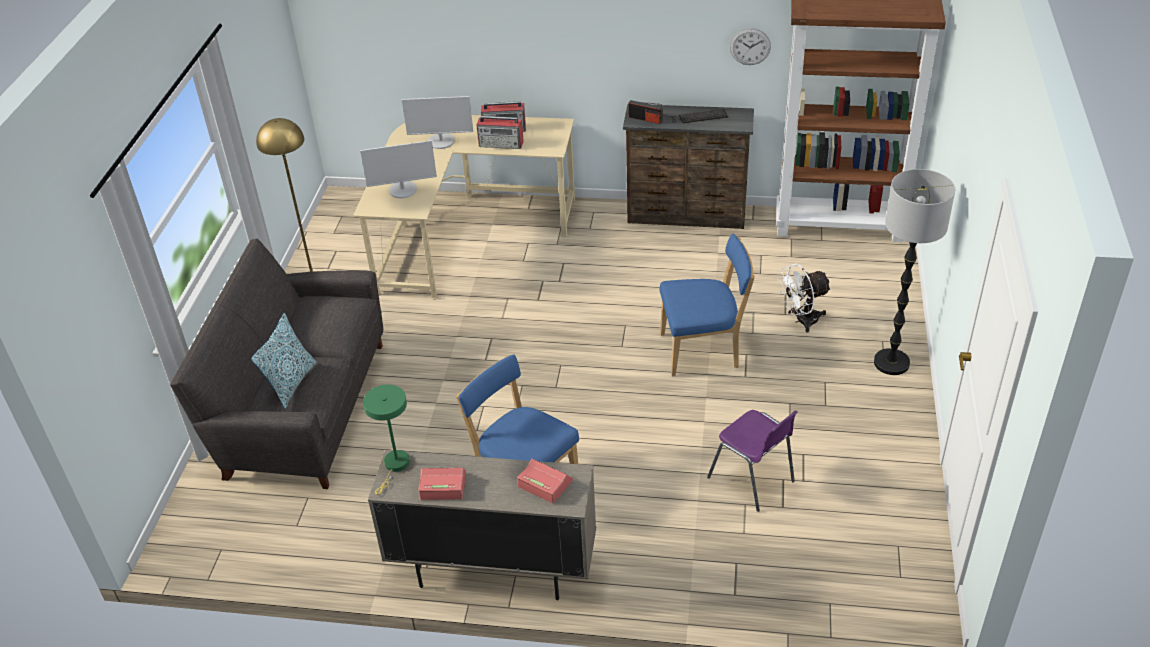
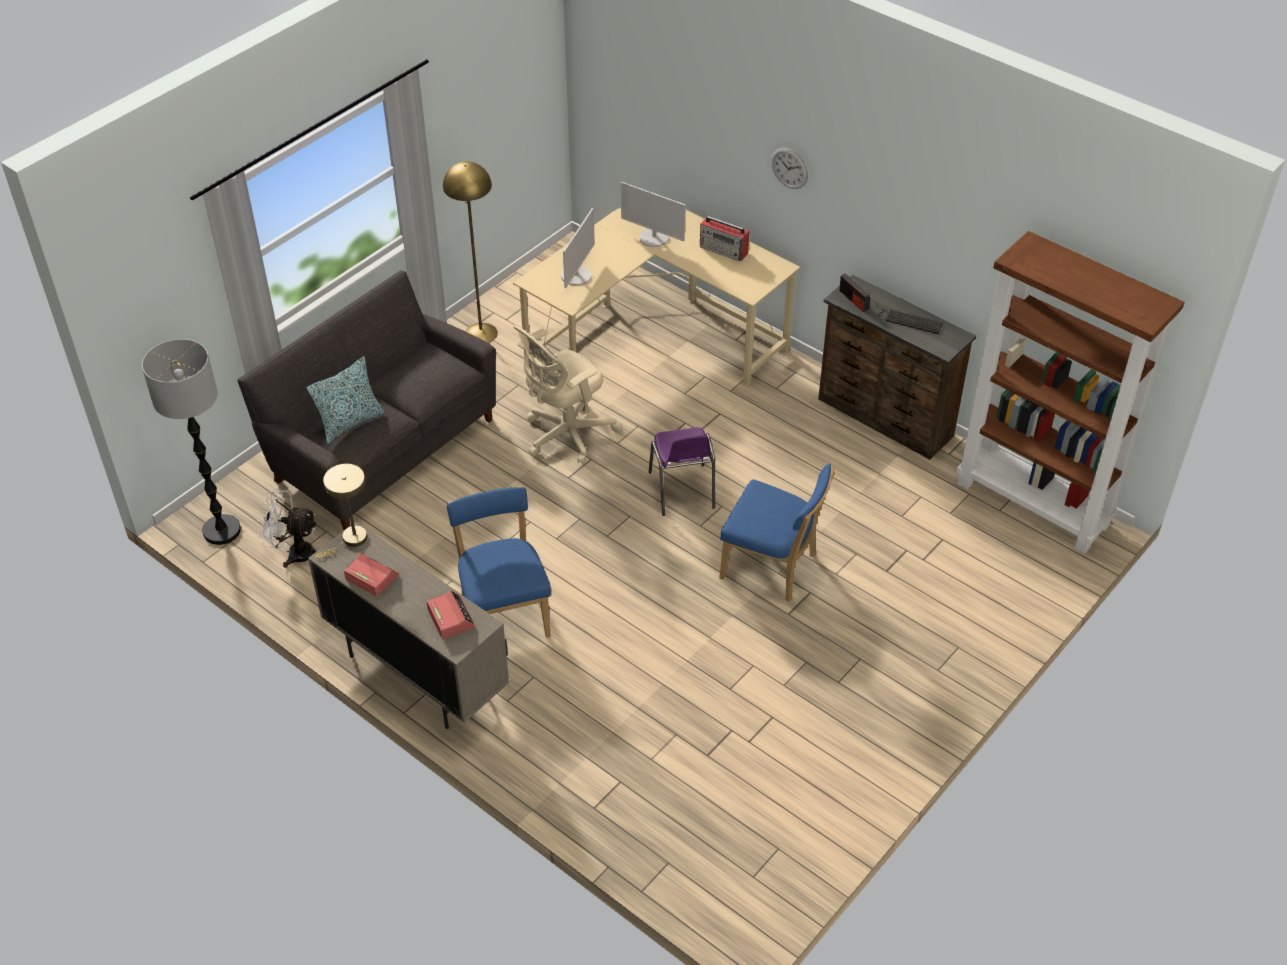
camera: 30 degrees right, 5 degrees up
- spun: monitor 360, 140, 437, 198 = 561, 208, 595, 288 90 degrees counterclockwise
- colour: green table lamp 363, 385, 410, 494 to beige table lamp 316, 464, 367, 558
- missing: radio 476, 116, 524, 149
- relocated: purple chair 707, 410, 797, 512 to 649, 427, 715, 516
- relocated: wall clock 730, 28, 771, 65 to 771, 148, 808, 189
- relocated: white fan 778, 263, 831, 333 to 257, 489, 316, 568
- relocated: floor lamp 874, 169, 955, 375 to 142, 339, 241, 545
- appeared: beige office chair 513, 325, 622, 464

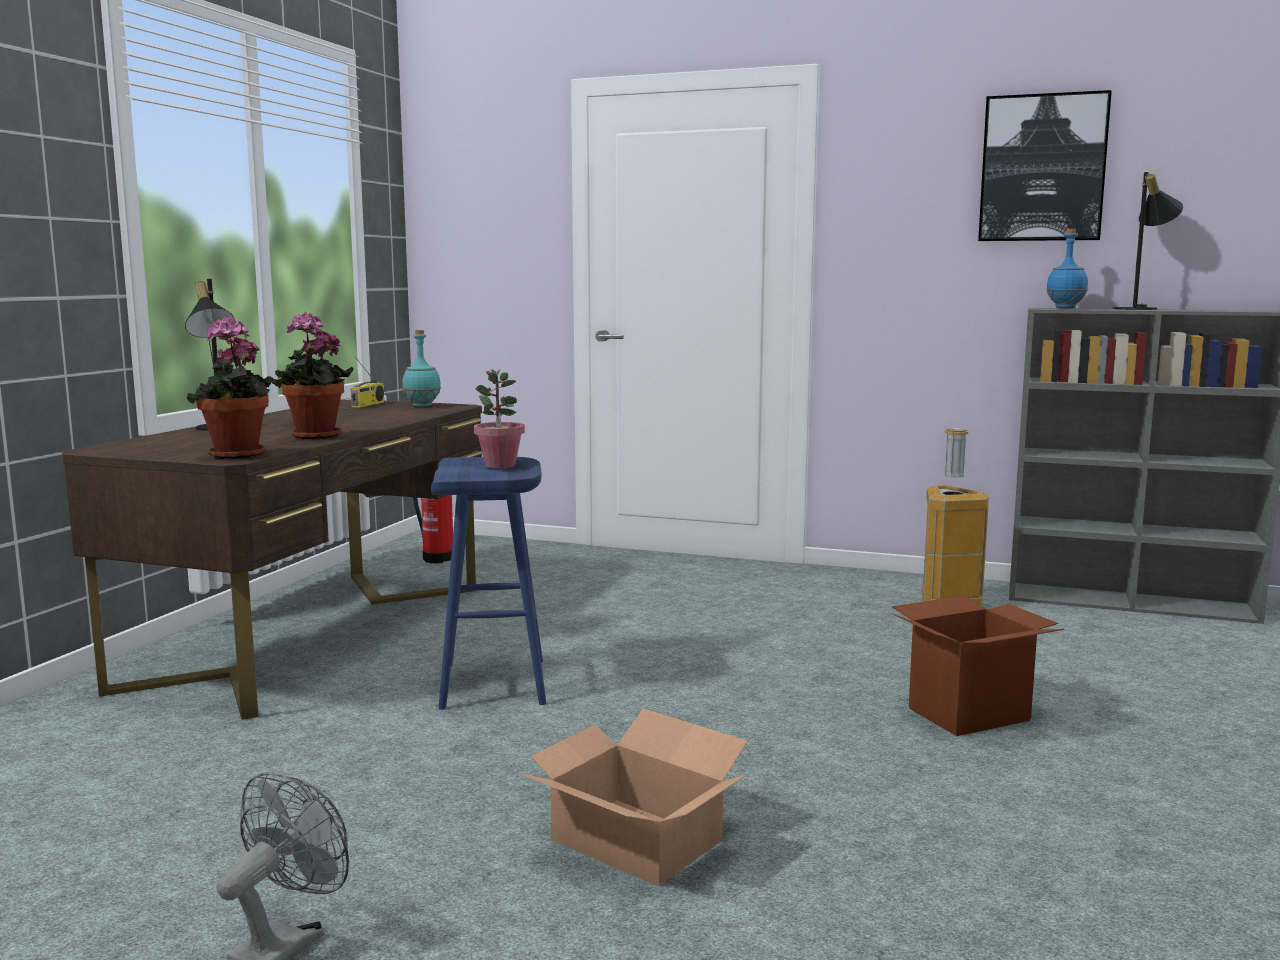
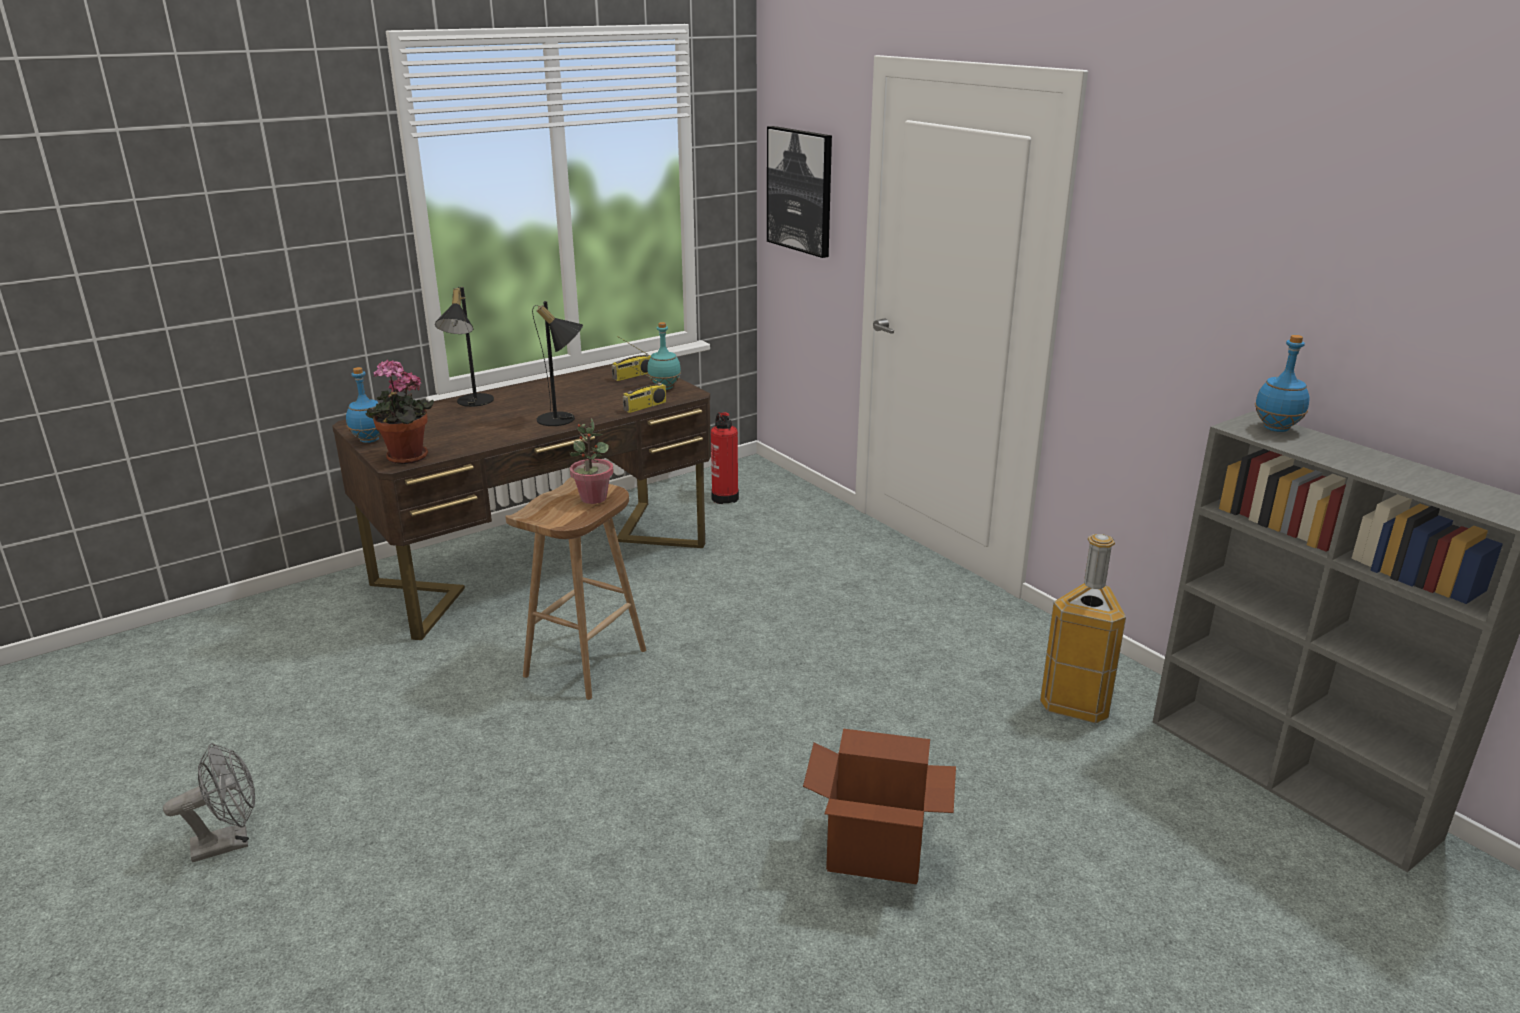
camera: 35 degrees right, 15 degrees up
- missing: potted plant 272, 312, 353, 439
- colour: blue stool 431, 457, 546, 710 to brown stool 505, 477, 646, 700
- missing: cardboard box 518, 708, 747, 886
- relocated: picture 978, 90, 1112, 241 to 767, 126, 832, 258
- relocated: black table lamp 1112, 172, 1183, 310 to 532, 301, 583, 426
- appeared: blue bottle 346, 367, 381, 443
- appeared: radio 623, 365, 666, 413

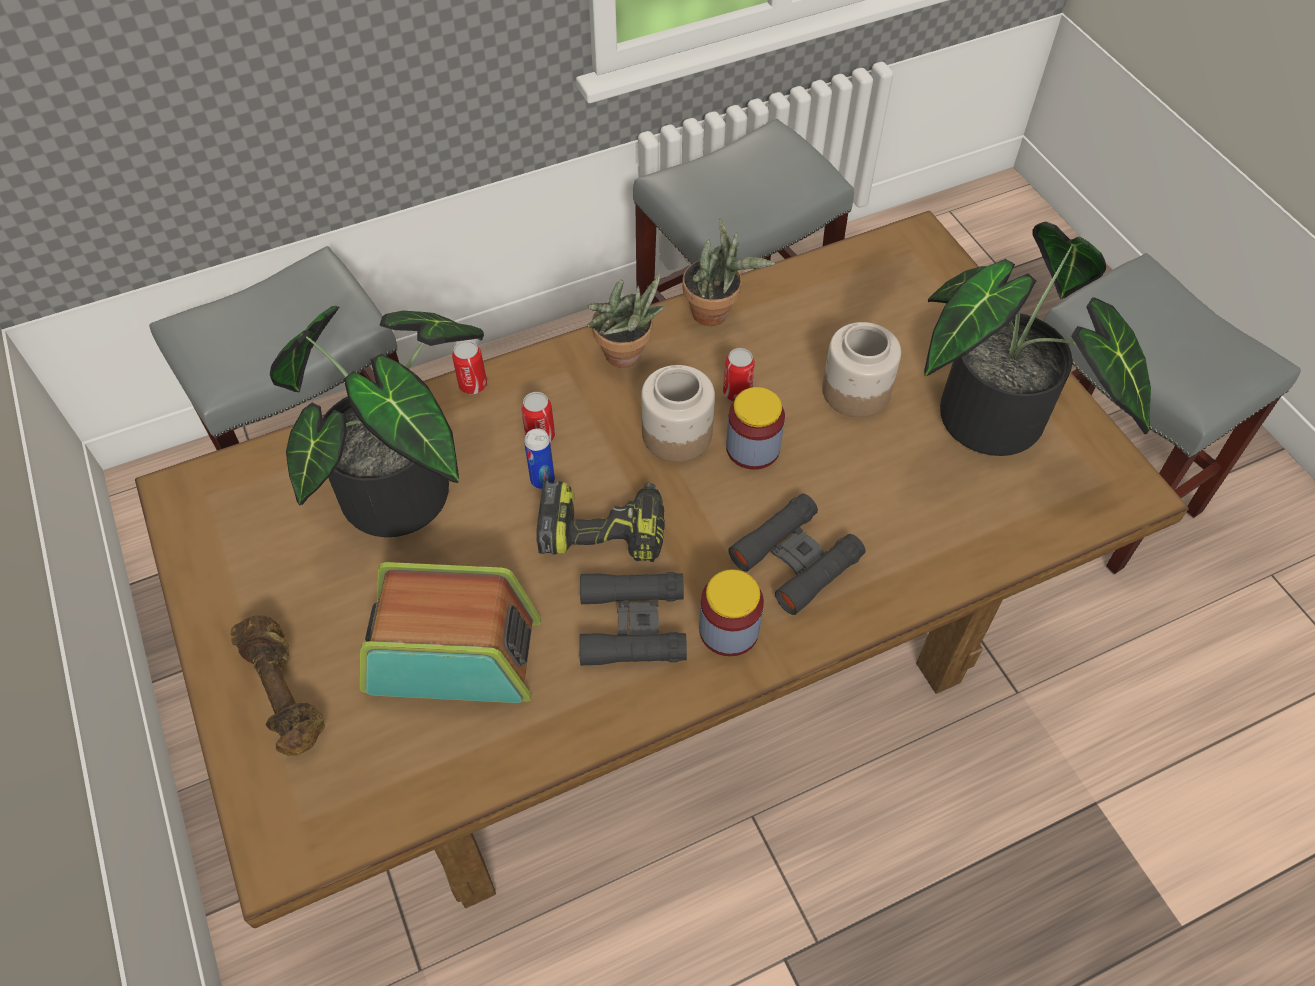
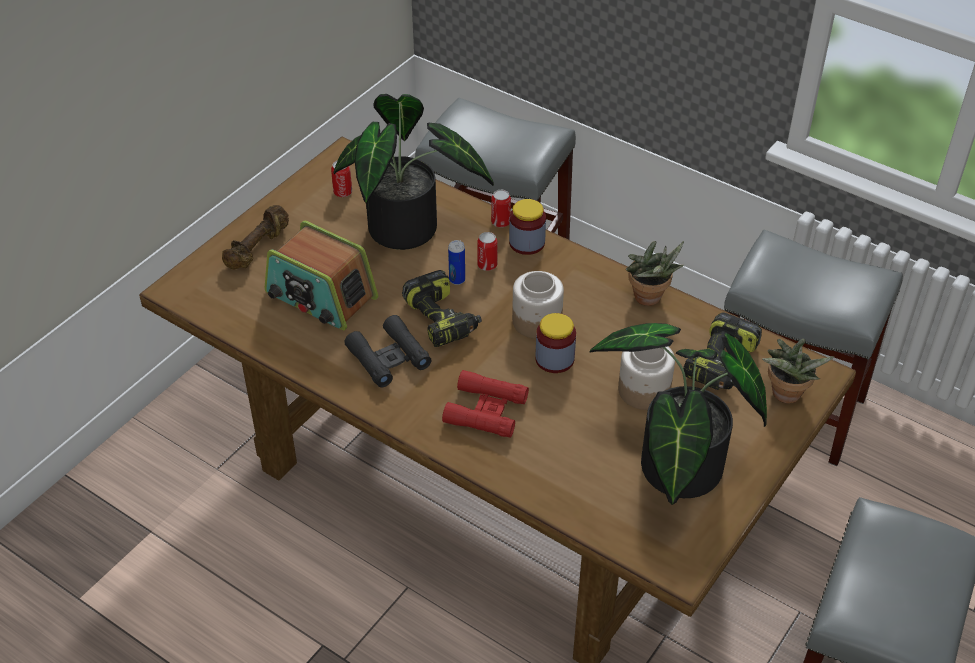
camera: 60 degrees right, 10 degrees down
- spun: radio 360, 562, 541, 703 = 264, 221, 378, 330 150 degrees clockwise
- relocated: potted plant 588, 272, 666, 368 to 762, 339, 834, 403
- relocated: jar 699, 569, 764, 656 to 509, 199, 546, 255
- relocated: can 723, 348, 755, 402 to 331, 160, 352, 197
- colour: black binoculars 728, 494, 865, 615 to red binoculars 442, 370, 529, 438
- appeared: power drill 683, 313, 762, 390

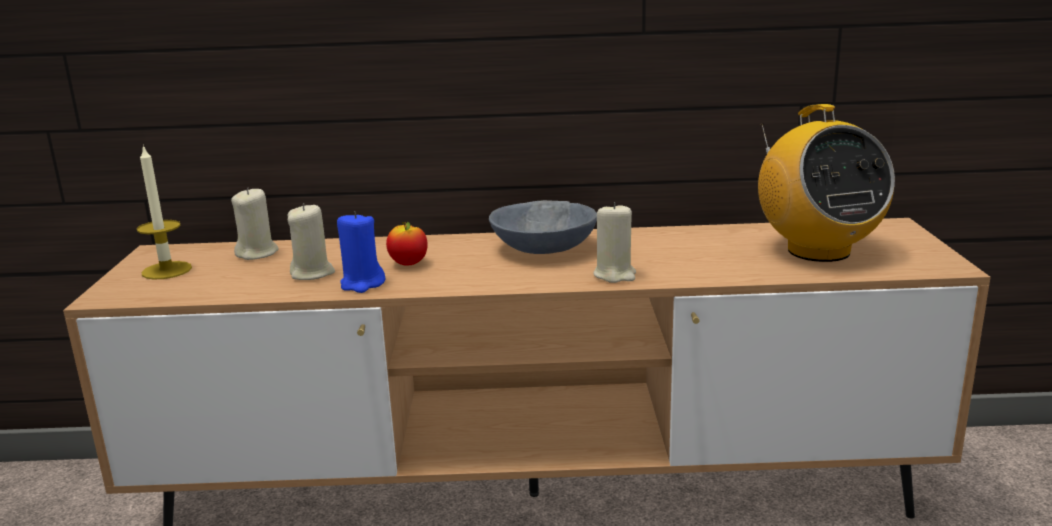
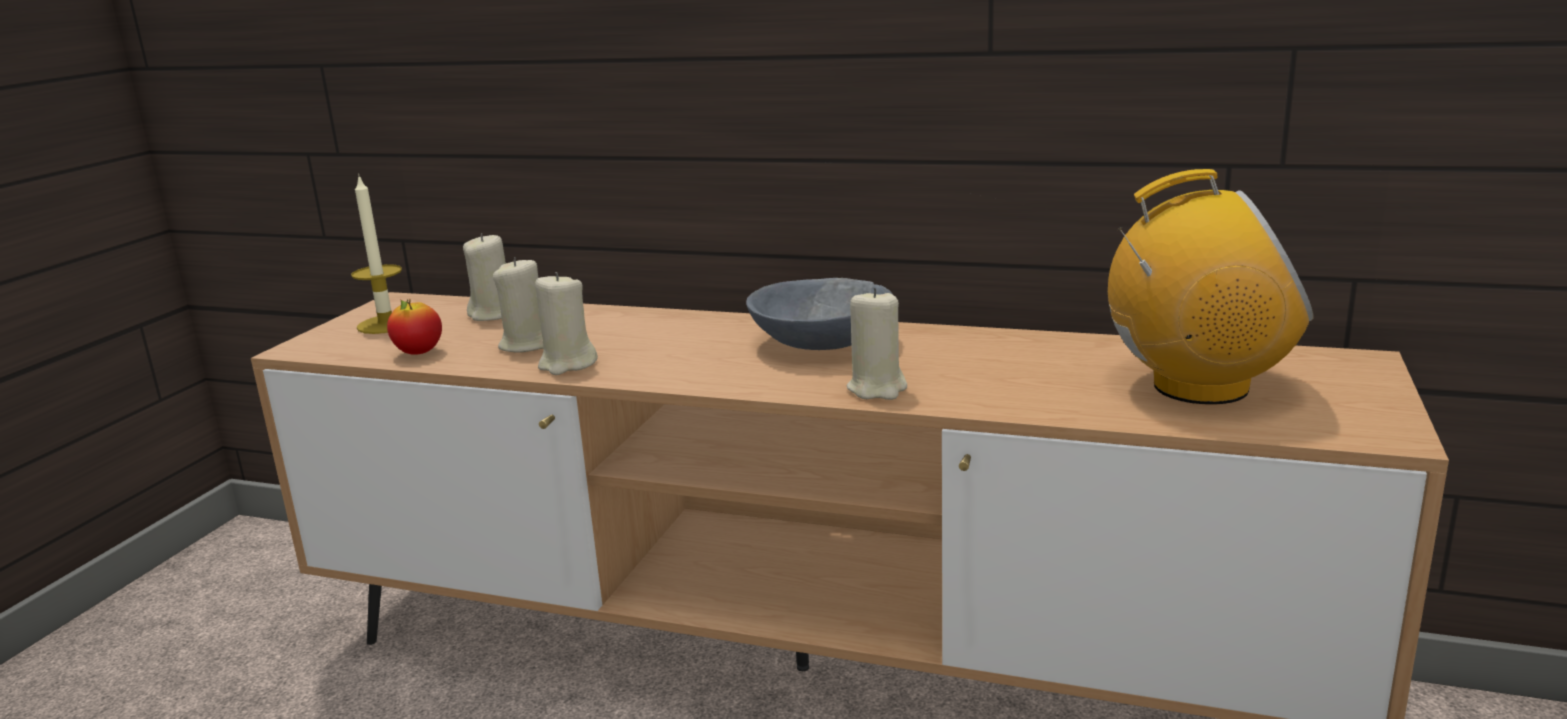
camera: 20 degrees right, 0 degrees up
- colour: blue candle 337, 211, 385, 293 to beige candle 535, 272, 598, 375
- relocated: apple 386, 222, 428, 266 to 387, 299, 442, 355
- spun: radio 758, 104, 895, 262 = 1108, 169, 1313, 404 90 degrees counterclockwise

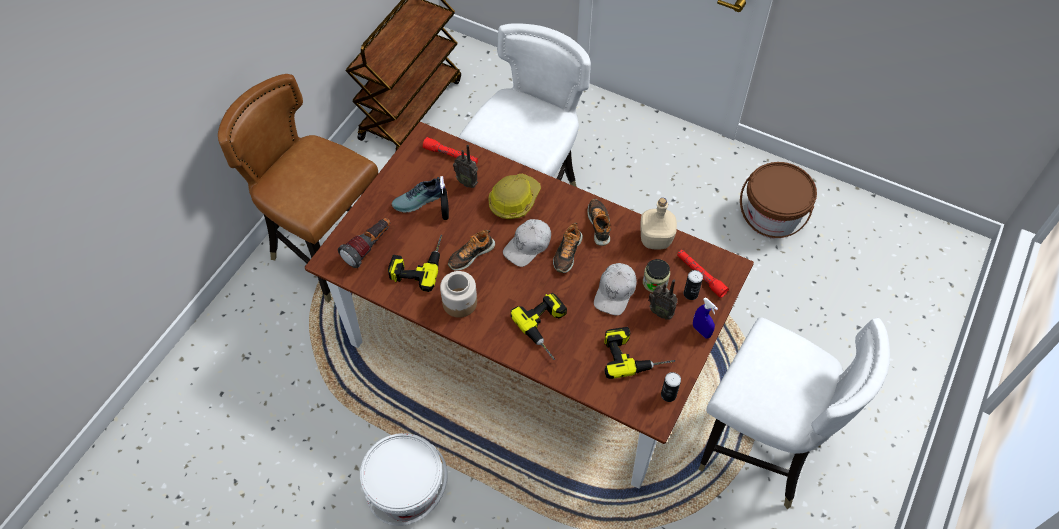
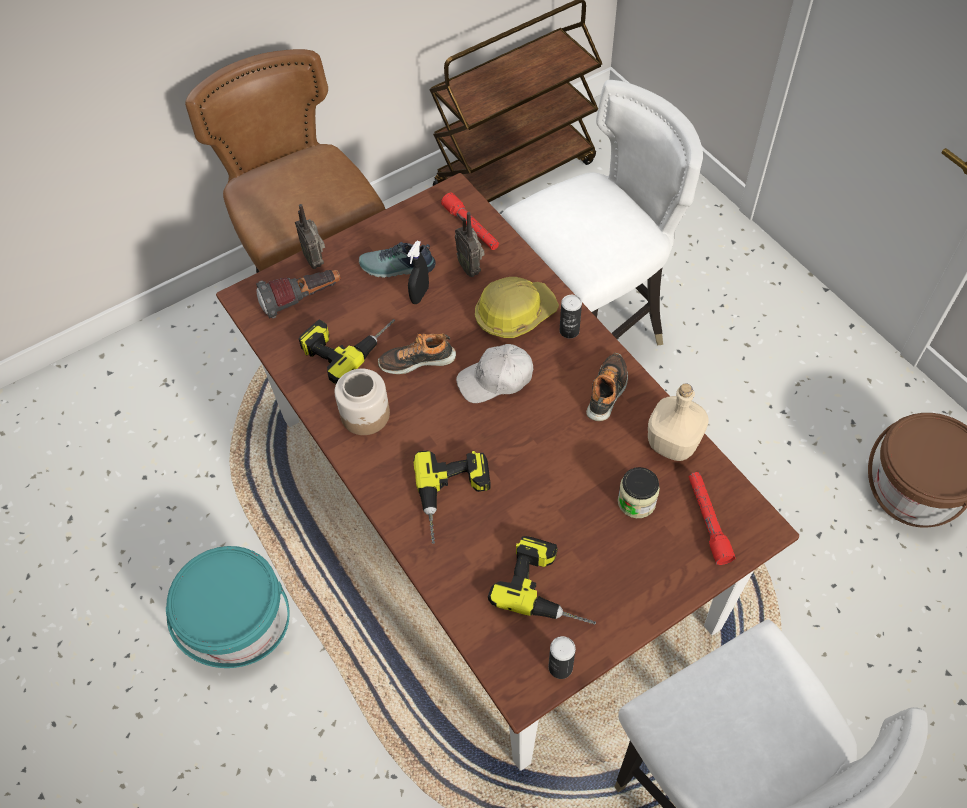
camera: 30 degrees right, 0 degrees up
- colour: white bucket 360, 433, 448, 526 to turquoise bucket 166, 546, 289, 668
- missing: shoe 553, 223, 583, 273
- missing: white cap 594, 263, 637, 316
- relocated: radio 648, 280, 677, 320 to 295, 204, 325, 269
- relocated: can 684, 270, 703, 300 to 560, 295, 582, 338
- missing: blue spray bottle 693, 297, 718, 338

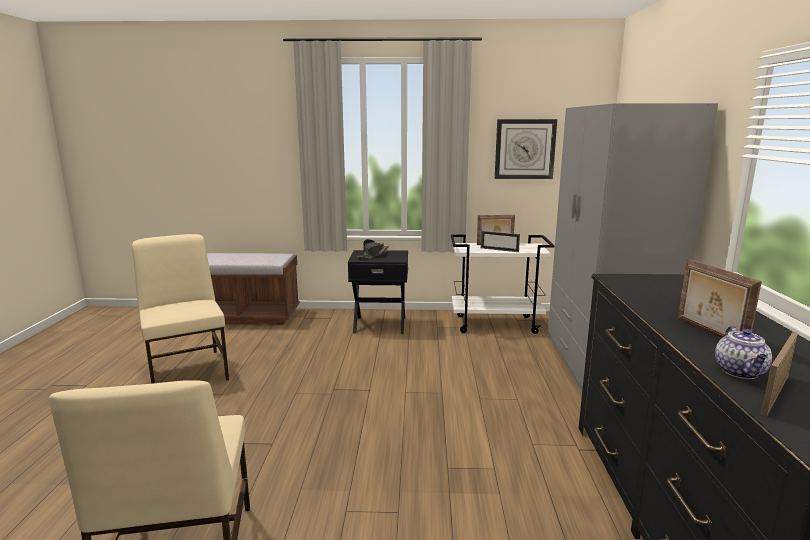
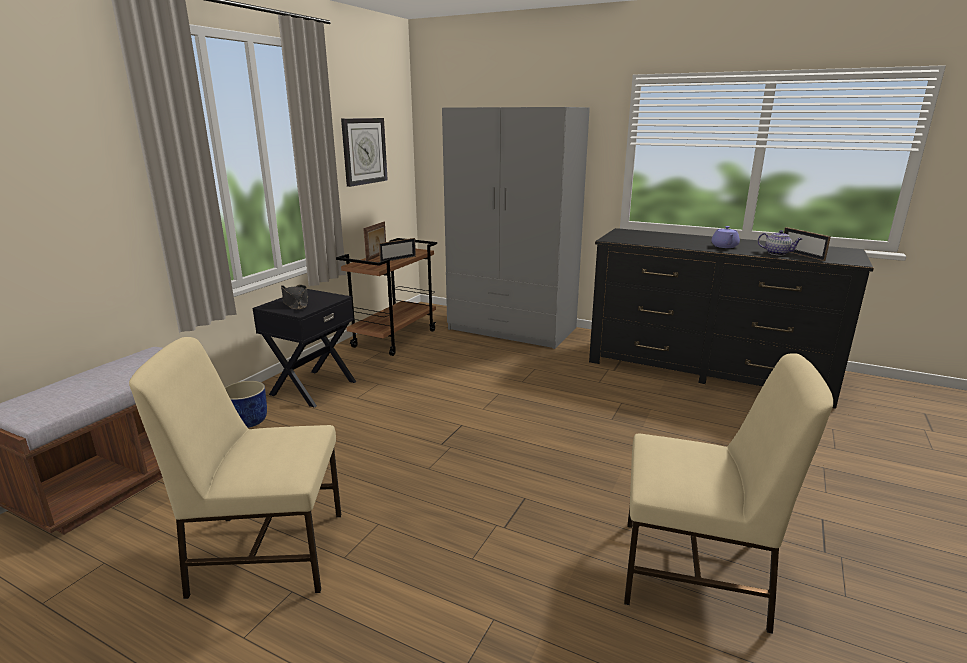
camera: 65 degrees left, 5 degrees up
- colour: white cart 451, 235, 555, 334 to brown cart 336, 238, 437, 356
- exchanged: picture frame 678, 259, 762, 339 to purple teapot 711, 226, 740, 248
- appeared: blue planter 225, 381, 267, 428

